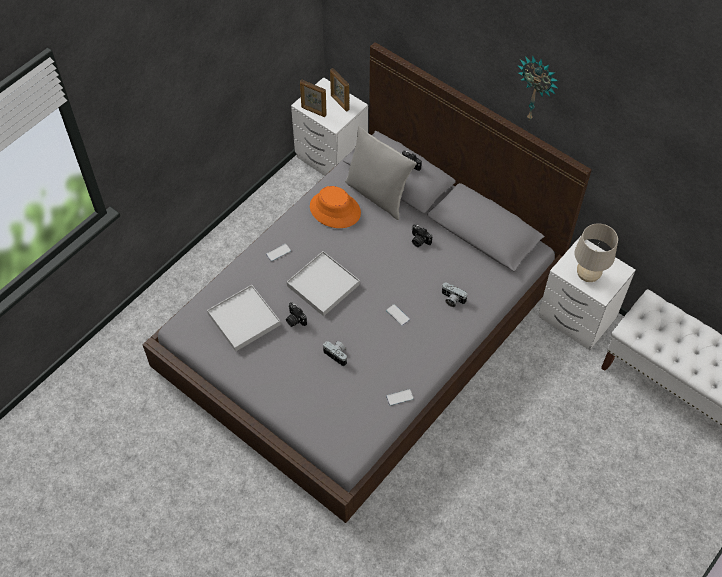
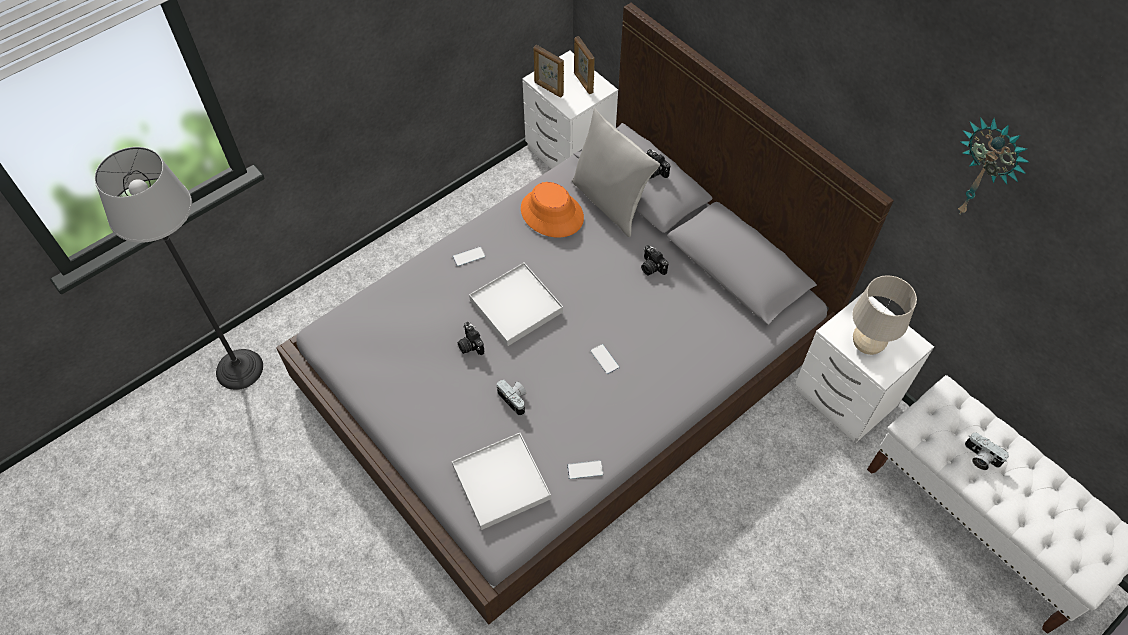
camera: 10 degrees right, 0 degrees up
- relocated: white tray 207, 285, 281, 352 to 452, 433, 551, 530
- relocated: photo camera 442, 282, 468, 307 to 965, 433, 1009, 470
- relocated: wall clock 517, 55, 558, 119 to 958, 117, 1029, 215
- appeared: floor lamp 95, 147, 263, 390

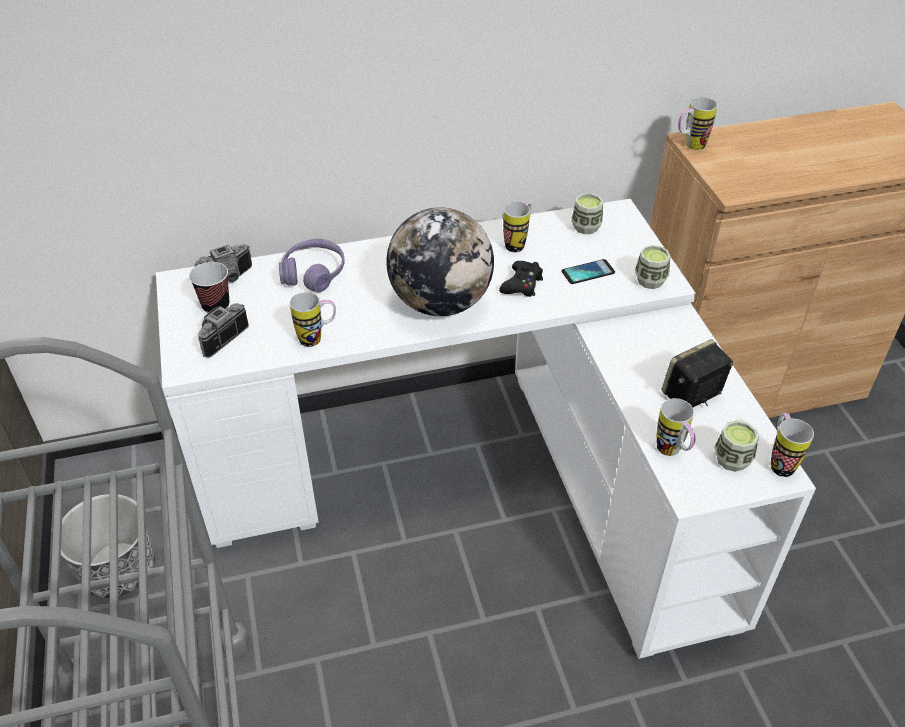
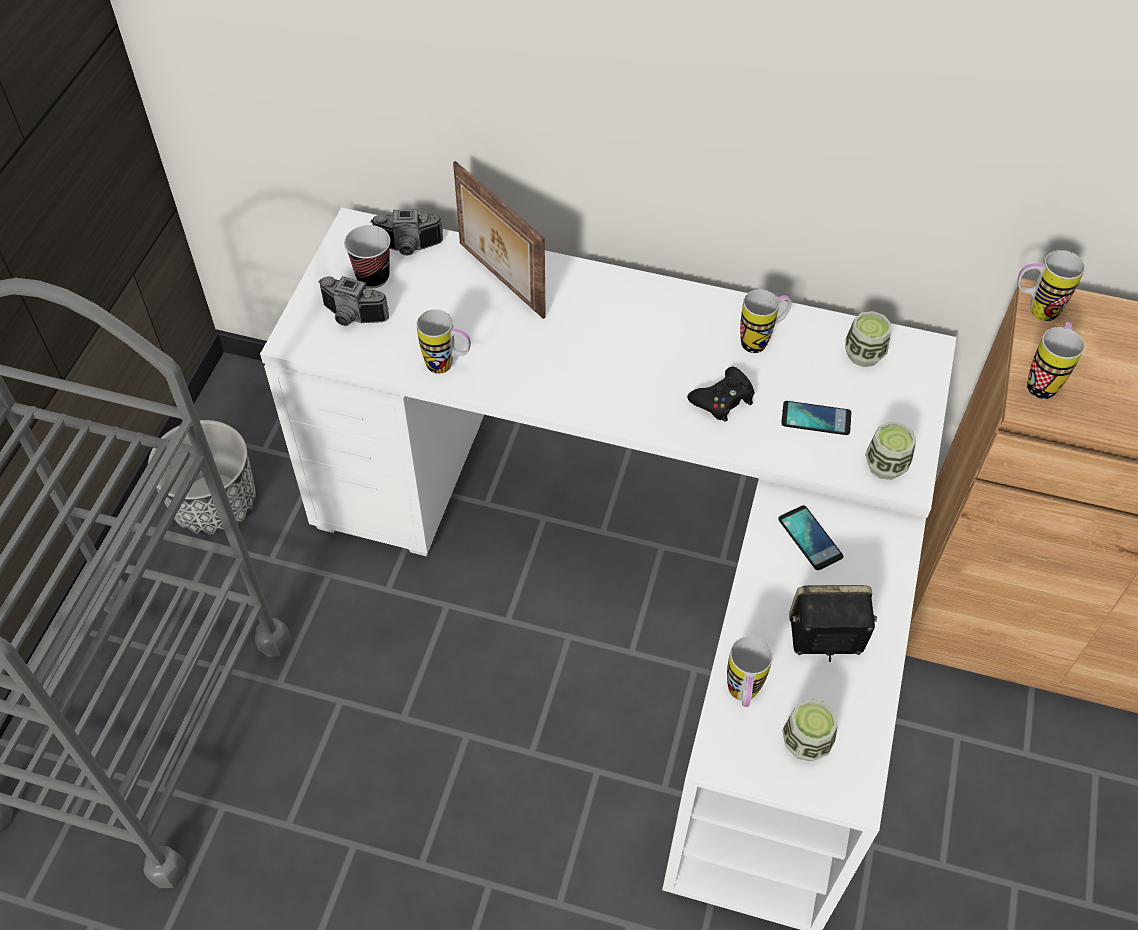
camera: 30 degrees right, 10 degrees up
- spun: photo camera 198, 303, 249, 358 = 318, 276, 389, 326 135 degrees counterclockwise
- exchanged: purple headphones 279, 239, 345, 292 to picture frame 453, 161, 546, 319
- missing: globe 386, 207, 494, 316
- relocated: mug 771, 413, 814, 477 to 1027, 322, 1085, 399
- appeared: phone 778, 505, 843, 570

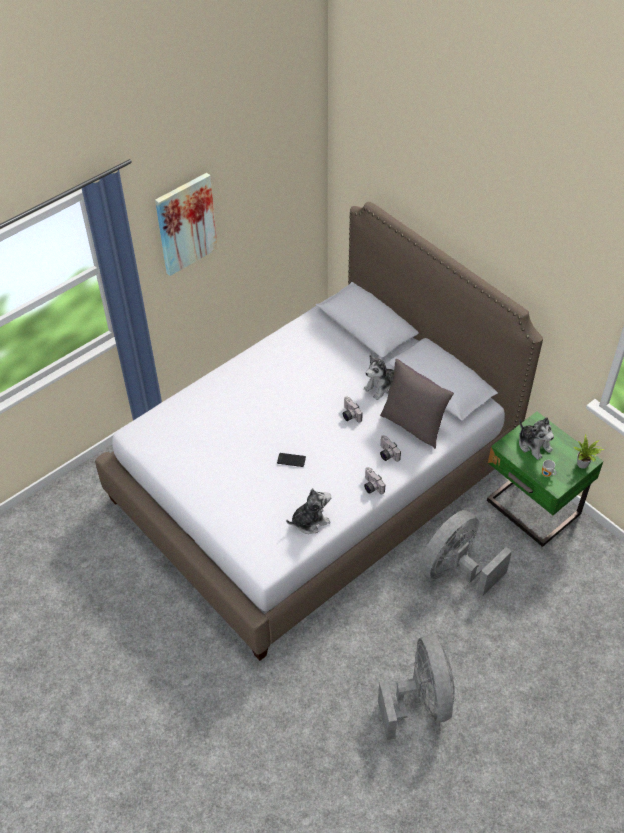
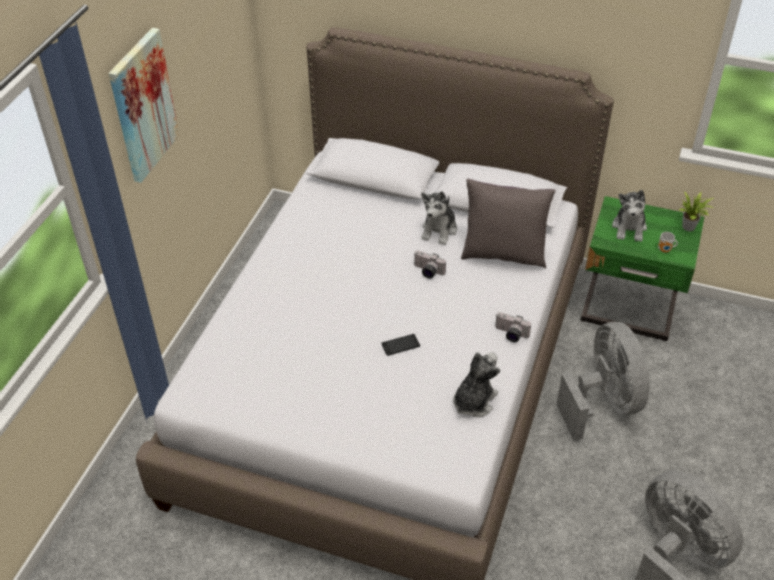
camera: 30 degrees left, 5 degrees down
- missing: photo camera 380, 435, 401, 462
- spun: grey fan 419, 510, 512, 596 = 556, 322, 649, 441 150 degrees clockwise
- spun: plush toy 519, 417, 554, 460 = 612, 190, 647, 242 75 degrees clockwise

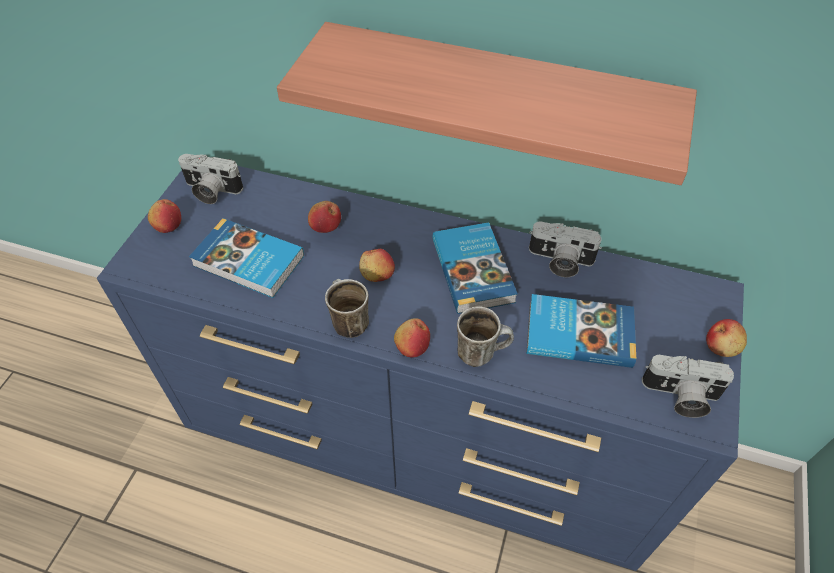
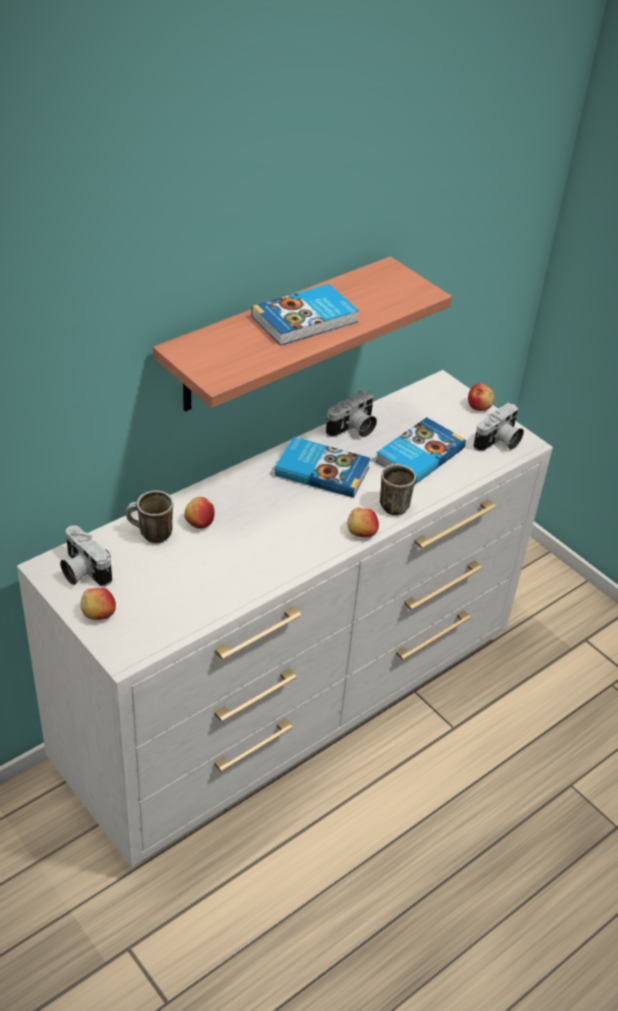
camera: 60 degrees left, 10 degrees down
- colour: blue dresser 97, 166, 744, 571 to white dresser 17, 370, 553, 867
- spun: photo camera 178, 154, 243, 204 = 60, 525, 112, 587 90 degrees clockwise
- relocated: book 189, 218, 304, 298 to 251, 284, 359, 346
- relocated: mug 325, 279, 369, 338 to 126, 490, 173, 543
- missing: apple 359, 249, 395, 282

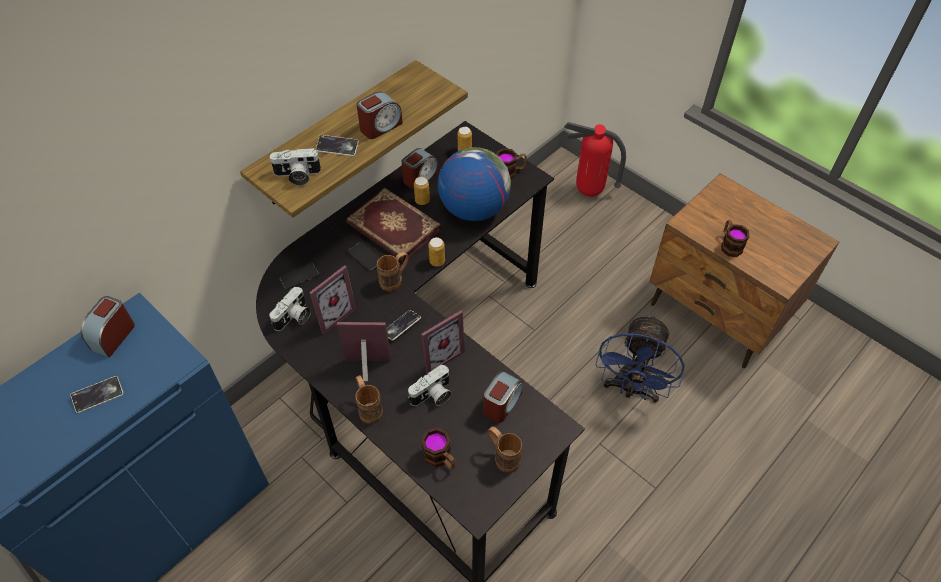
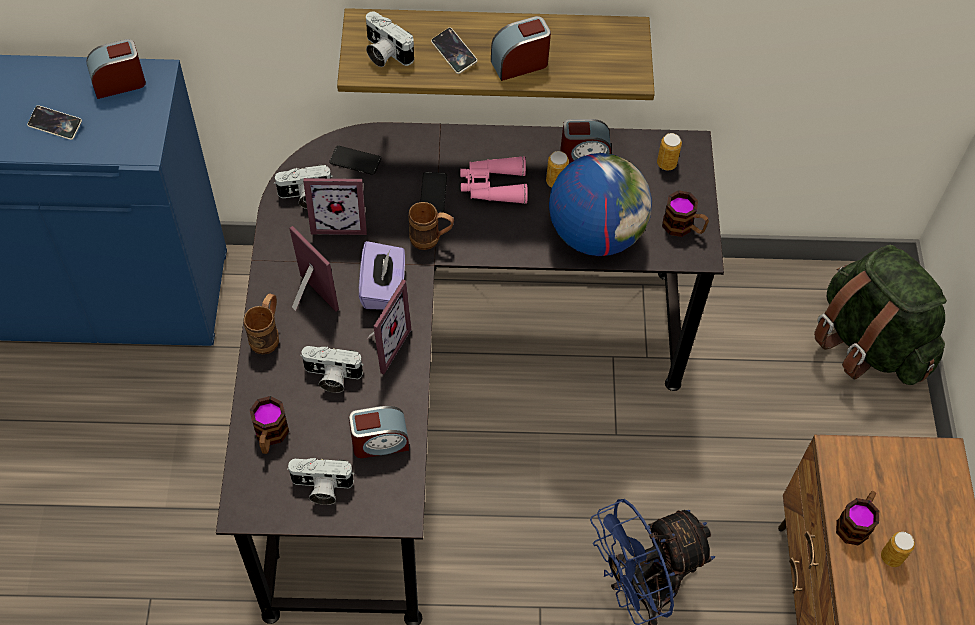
camera: 45 degrees right, 5 degrees up
- exchanged: book 347, 188, 441, 262 to pink binoculars 460, 156, 528, 204
- spun: alarm clock 357, 92, 403, 139 = 491, 16, 551, 81 150 degrees clockwise
- exchanged: phone 386, 310, 421, 341 to purple tissue box 359, 241, 405, 310
- spun: picture frame 421, 310, 465, 374 = 366, 279, 411, 375 75 degrees counterclockwise
- relocated: can 428, 237, 445, 267 to 881, 532, 915, 567
- exchanged: brown mug 488, 426, 522, 473 to photo camera 287, 458, 355, 505
- exchanged: fire extinguisher 564, 122, 626, 197 to green backpack 814, 245, 947, 385

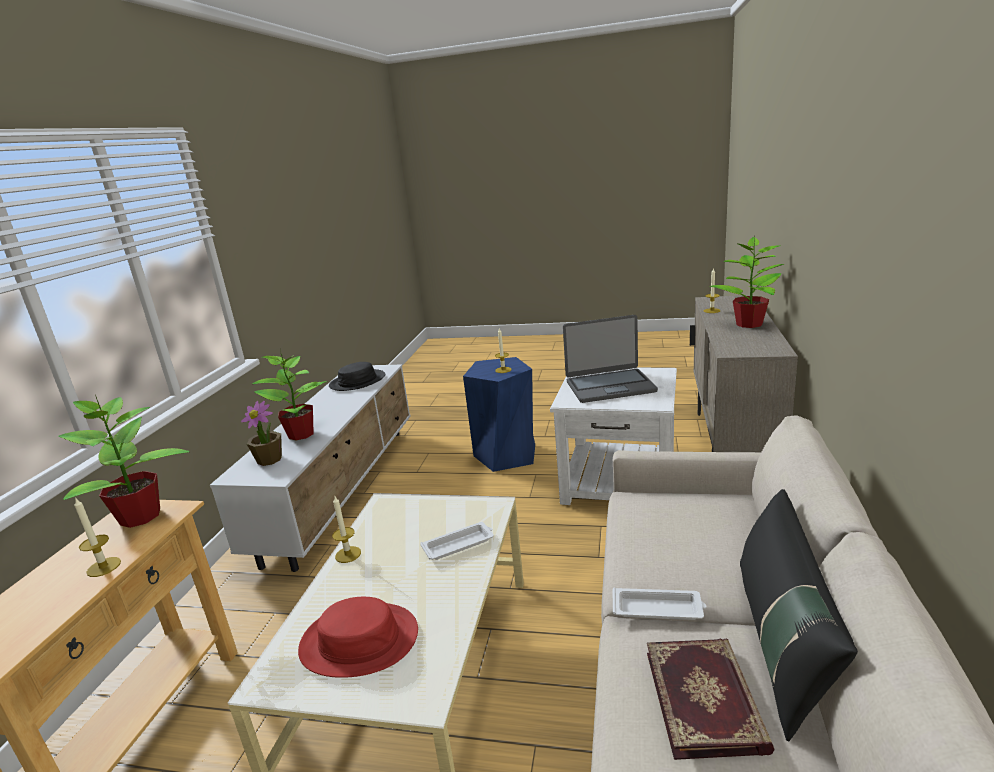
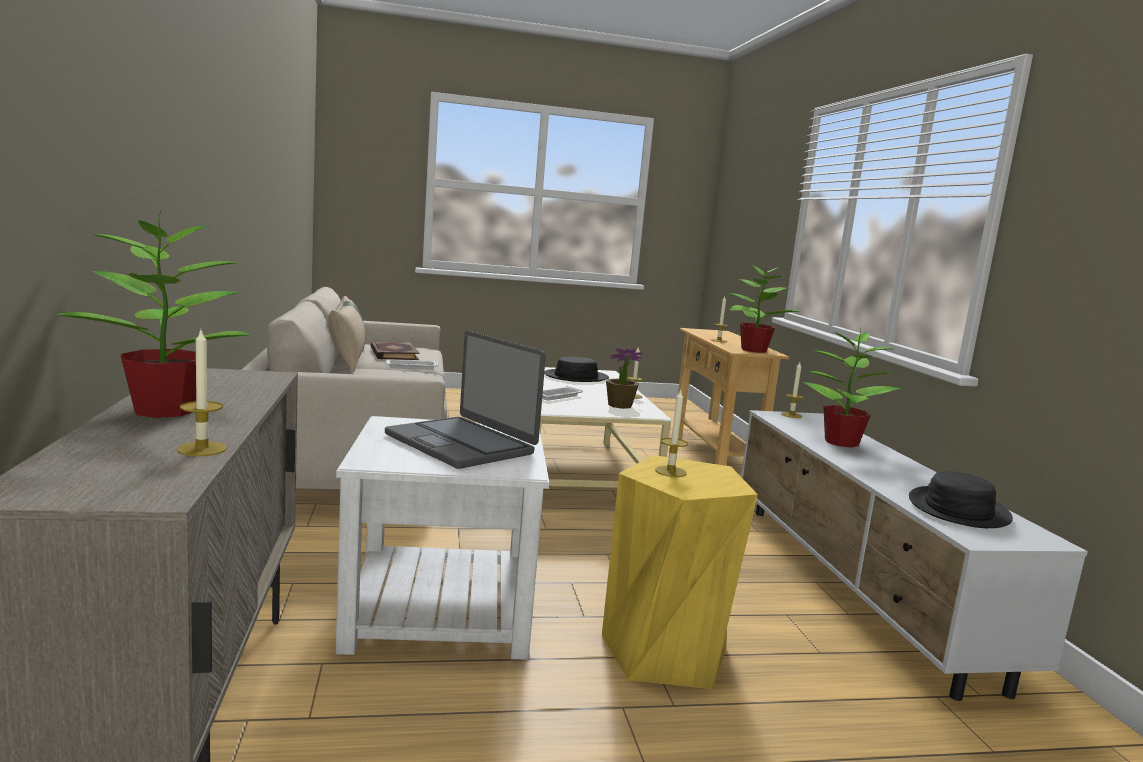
camera: 155 degrees right, 10 degrees down
- relocated: potted plant 241, 401, 282, 466 to 606, 348, 643, 409
- colour: red hat 298, 597, 418, 678 to black hat 544, 357, 609, 382
- colour: blue stool 463, 357, 535, 472 to yellow stool 602, 455, 758, 689
- spun: laptop 563, 315, 658, 403 = 385, 330, 546, 469 105 degrees counterclockwise
- colour: black pillow 740, 489, 858, 742 to beige pillow 328, 296, 365, 372
- appeared: candle 781, 362, 804, 418

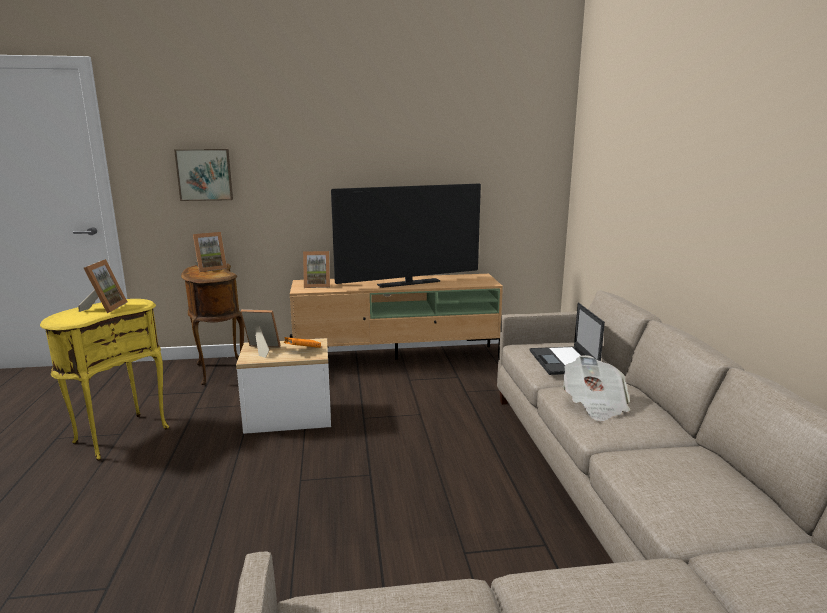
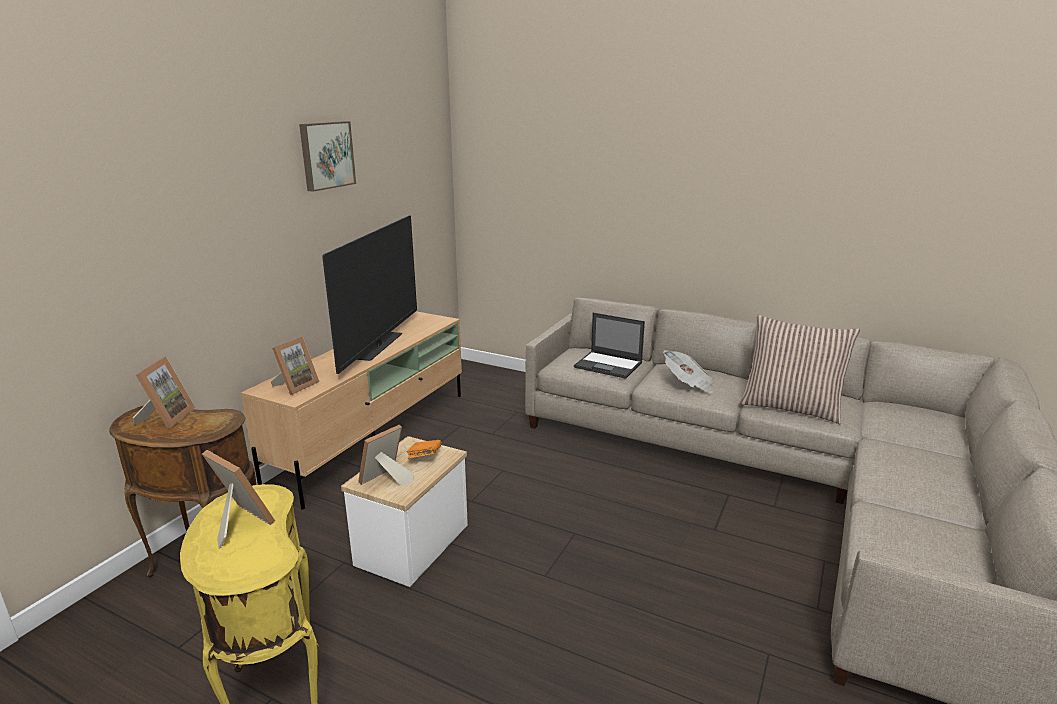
camera: 55 degrees left, 5 degrees up
- relocated: picture 174, 149, 233, 201 to 299, 121, 356, 192
- appeared: pillow 739, 315, 860, 424

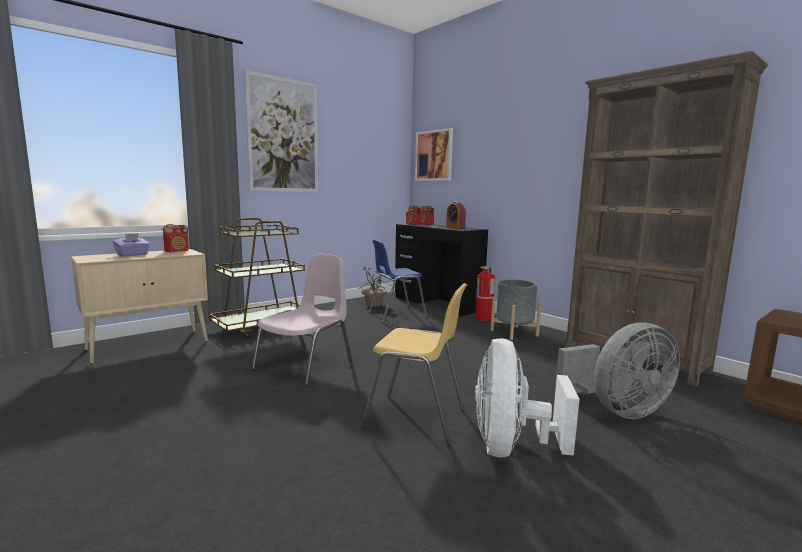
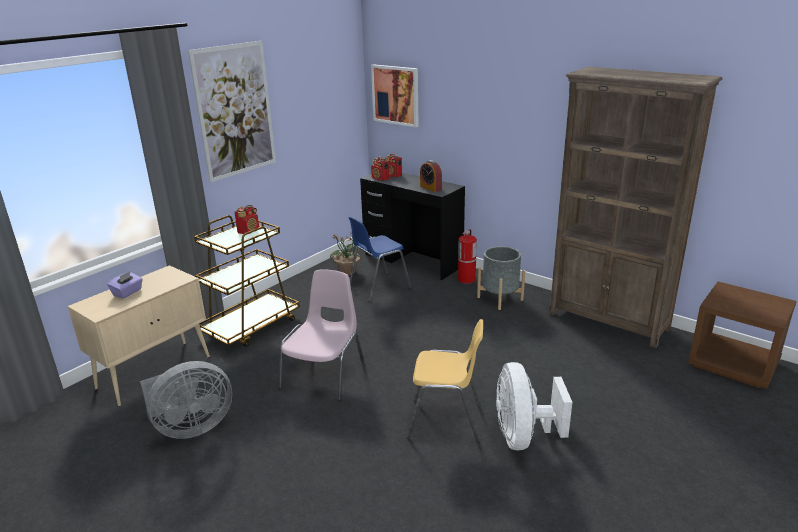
camera: 10 degrees left, 15 degrees up
- relocated: radio 163, 224, 189, 252 to 234, 205, 259, 234
- relocated: grey fan 555, 323, 680, 419 to 140, 361, 232, 439

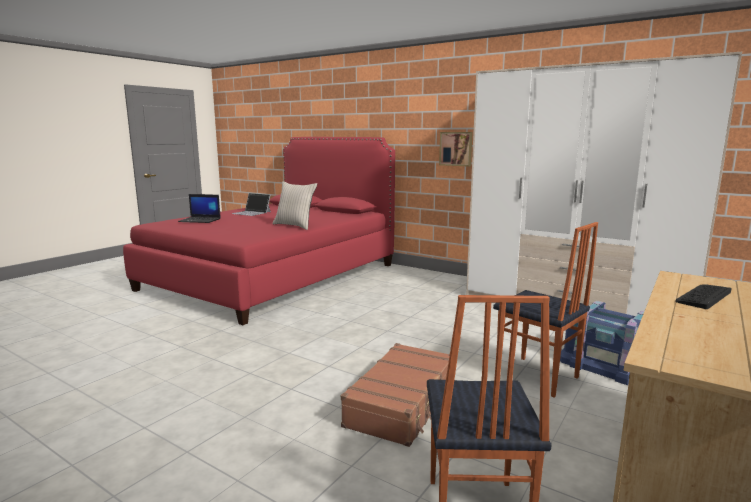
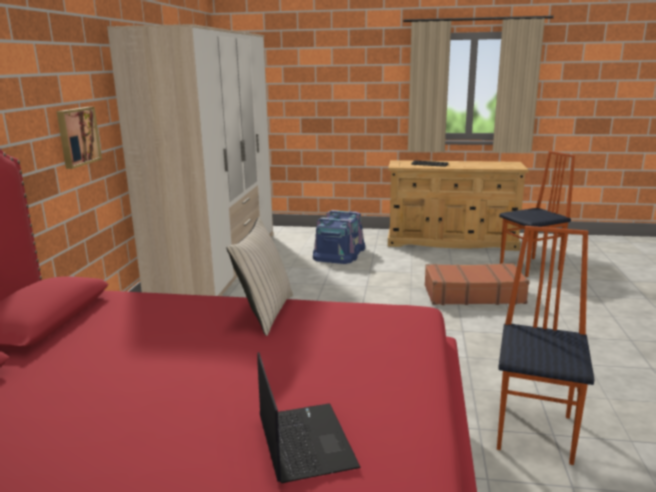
camera: 115 degrees left, 5 degrees up
- missing: laptop 231, 193, 271, 216
- relocated: chair 493, 222, 598, 397 to 497, 226, 595, 465

